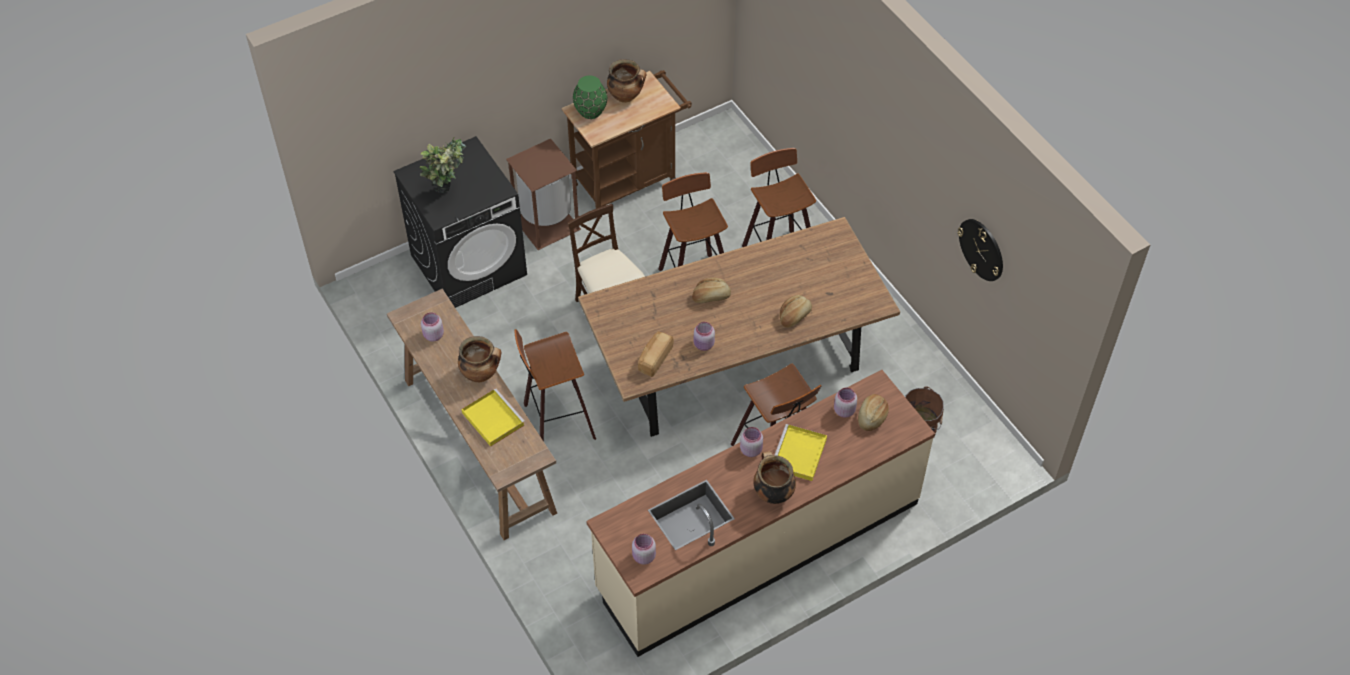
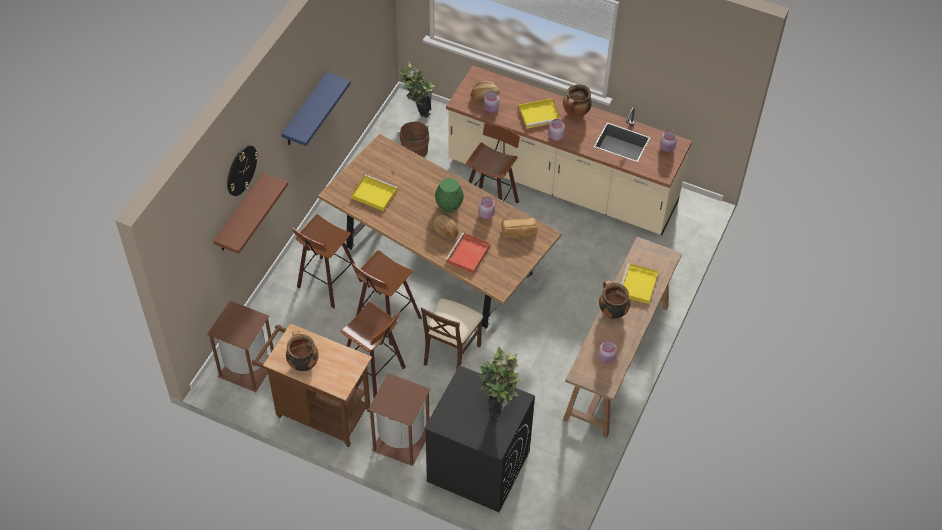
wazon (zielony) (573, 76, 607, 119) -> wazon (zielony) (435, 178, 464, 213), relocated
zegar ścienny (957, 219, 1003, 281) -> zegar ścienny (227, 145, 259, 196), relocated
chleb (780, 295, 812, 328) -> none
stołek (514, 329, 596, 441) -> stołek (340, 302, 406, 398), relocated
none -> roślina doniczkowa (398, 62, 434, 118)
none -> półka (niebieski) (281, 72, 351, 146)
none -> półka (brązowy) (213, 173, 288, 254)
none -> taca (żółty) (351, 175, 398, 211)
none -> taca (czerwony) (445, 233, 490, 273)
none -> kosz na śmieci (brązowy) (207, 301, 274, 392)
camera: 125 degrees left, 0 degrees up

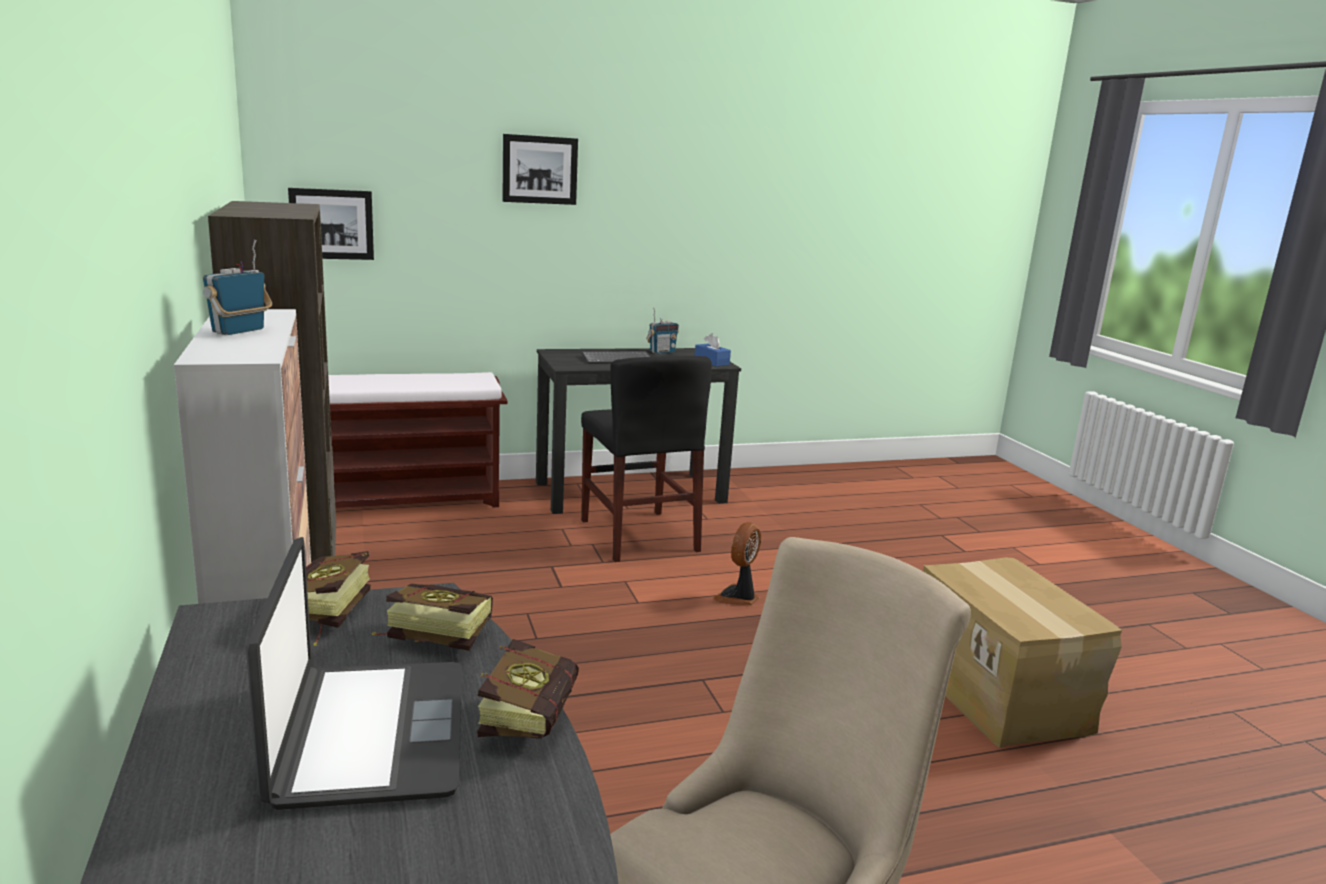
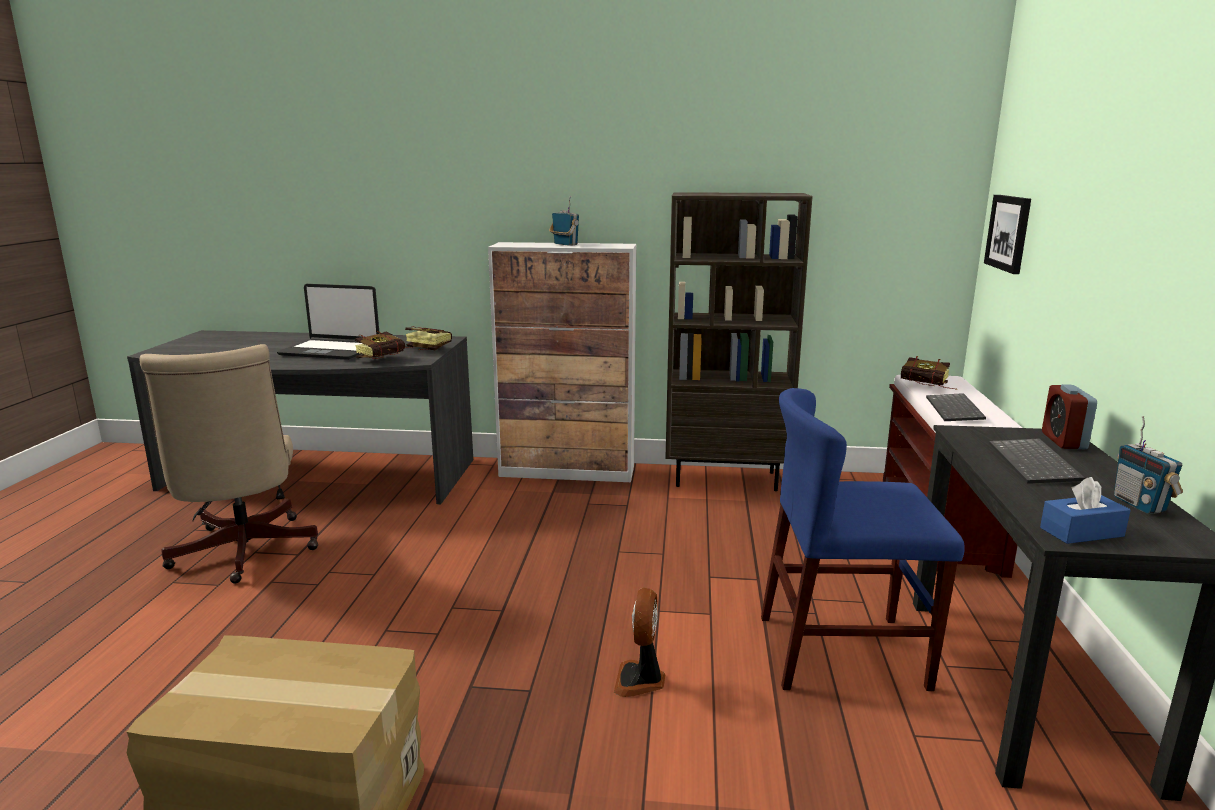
obraz (502, 134, 578, 205) -> none
krzesło (czarny) (581, 356, 712, 562) -> krzesło (niebieski) (761, 388, 965, 691)
wentylator (713, 522, 761, 605) -> wentylator (614, 588, 665, 697), 135 degrees counterclockwise
książka (477, 639, 579, 739) -> książka (901, 356, 957, 390), relocated
none -> budzik (1042, 384, 1097, 449)
none -> klawiatura (926, 393, 986, 421)
camera: 115 degrees right, 0 degrees up

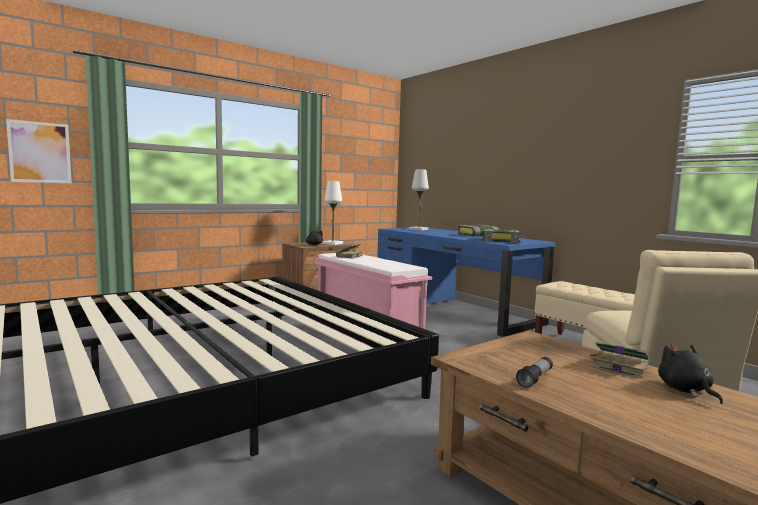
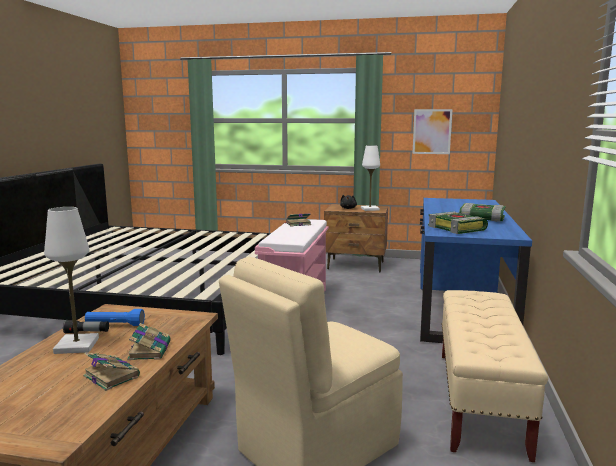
obraz (6, 119, 72, 183) -> obraz (413, 109, 452, 154), relocated
lampa stołowa (biały) (409, 169, 429, 231) -> lampa stołowa (biały) (44, 207, 99, 354), relocated
pluszak (czarny) (658, 344, 723, 404) -> książka (83, 352, 140, 391)
none -> latarka (niebieski) (85, 309, 145, 326)
camera: 50 degrees right, 5 degrees up

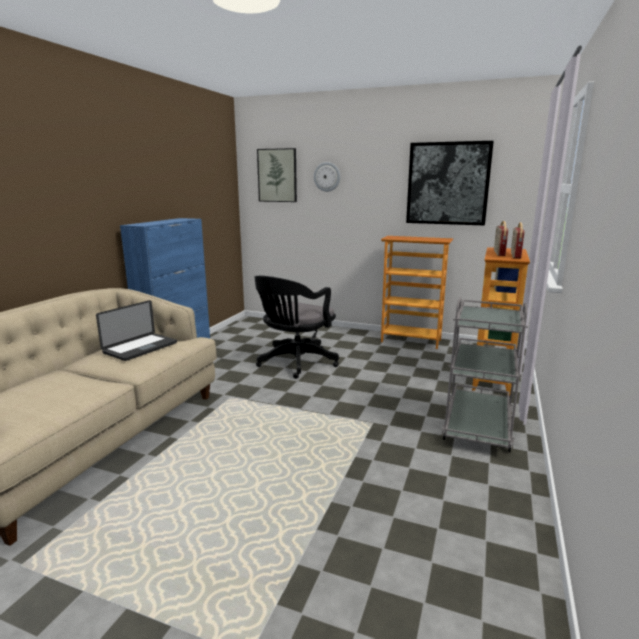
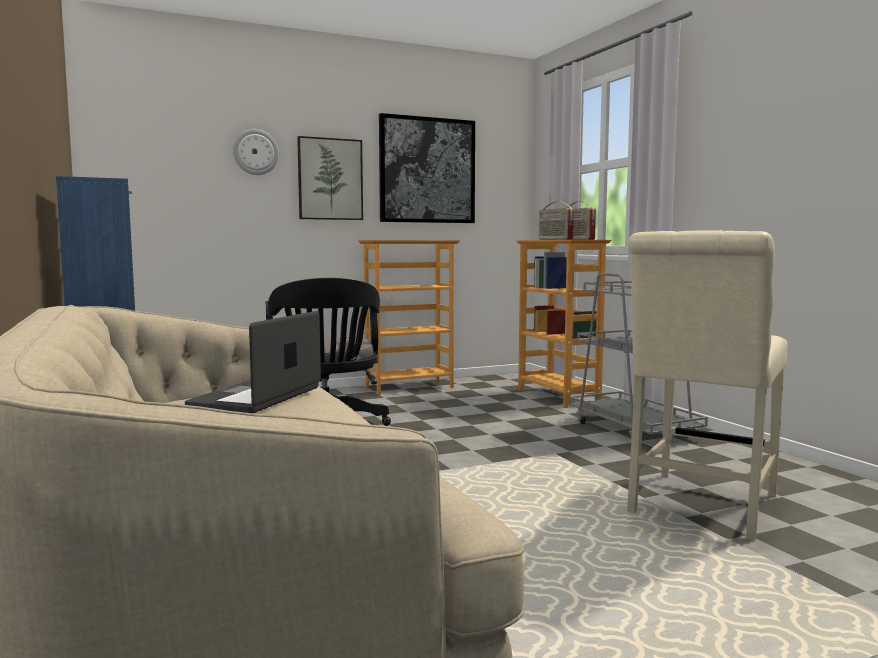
obraz (257, 148, 297, 202) -> obraz (297, 136, 363, 220), relocated
laptop (96, 300, 177, 361) -> laptop (185, 311, 321, 413), 150 degrees counterclockwise
none -> krzesło (beżowy) (627, 230, 788, 541)
camera: 45 degrees left, 10 degrees down

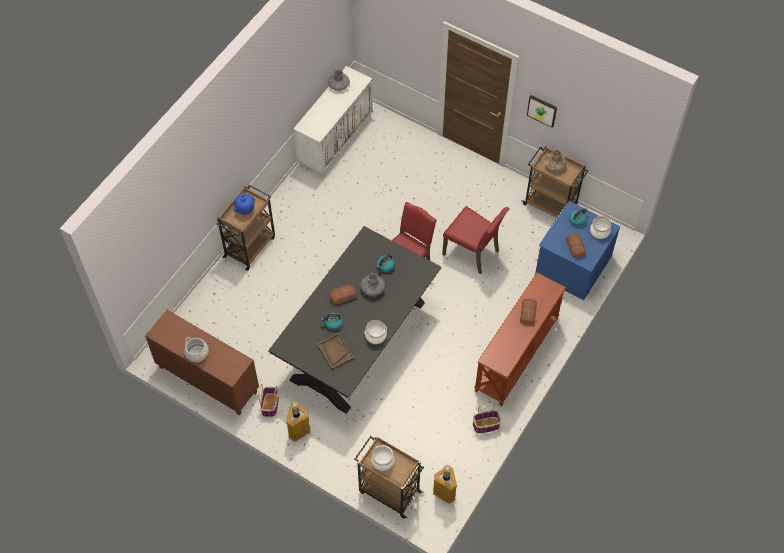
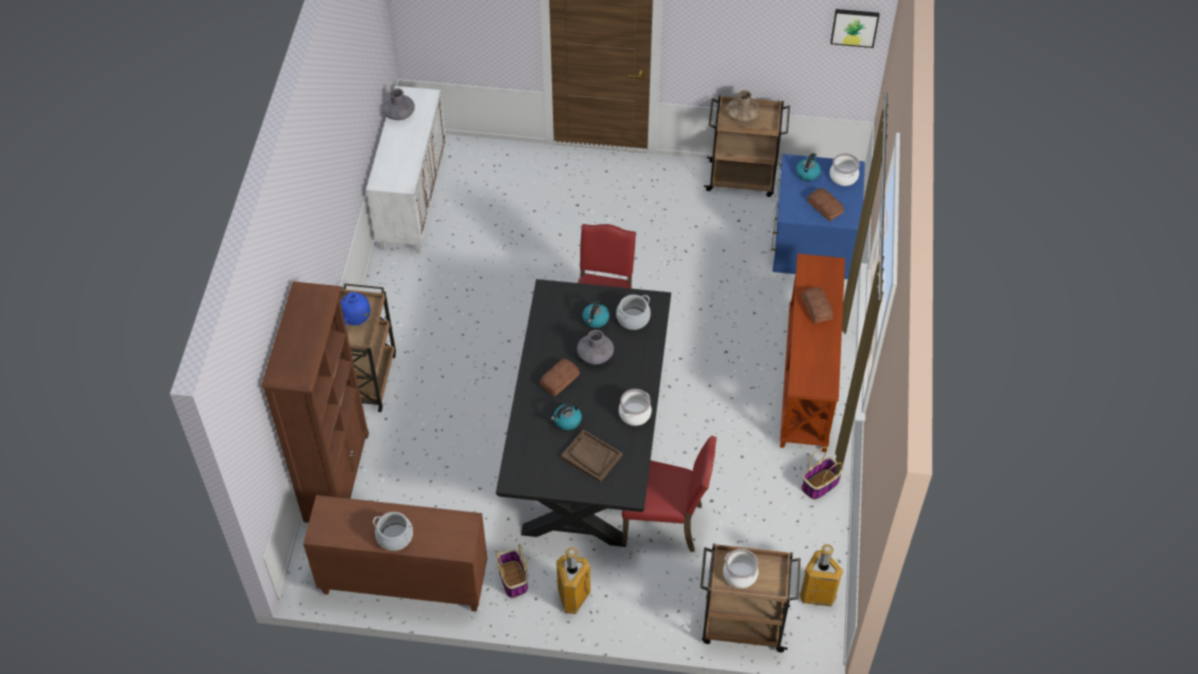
obraz (527, 95, 557, 128) -> obraz (831, 9, 880, 48), relocated
krzesło (czerwony) (442, 206, 509, 274) -> krzesło (czerwony) (622, 436, 717, 552), relocated
none -> regał (brązowy) (261, 282, 369, 523)
none -> garnek (616, 295, 651, 330)
camera: 25 degrees left, 5 degrees down

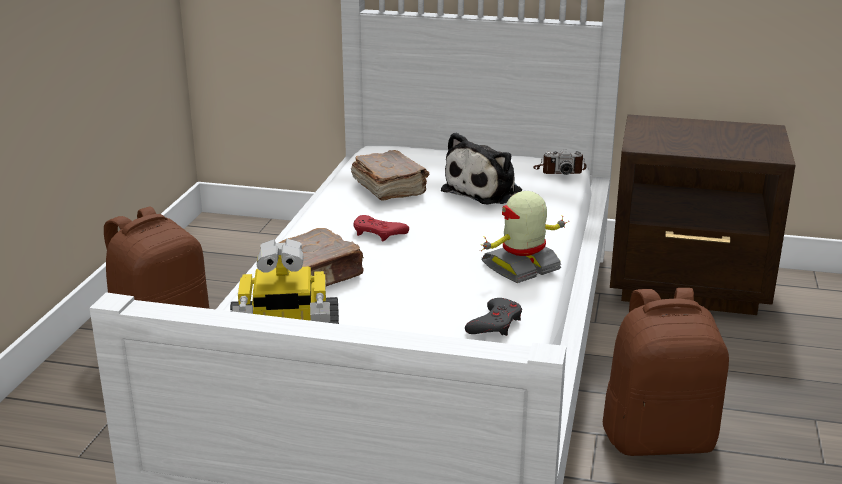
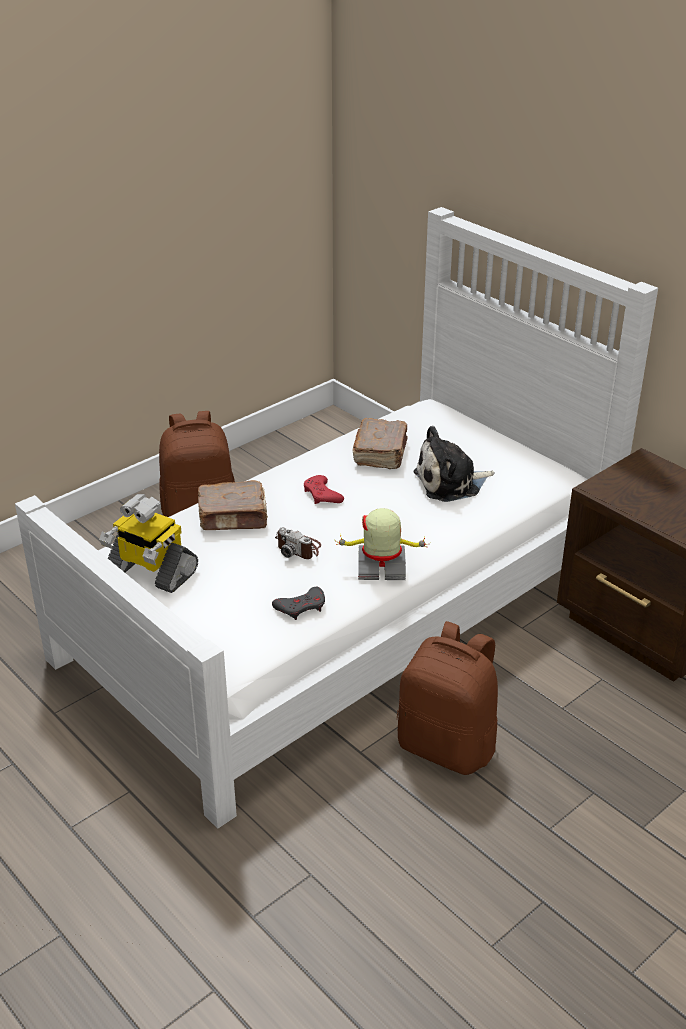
aparat fotograficzny (533, 149, 587, 175) -> aparat fotograficzny (275, 527, 321, 559), relocated
camera: 35 degrees right, 10 degrees up

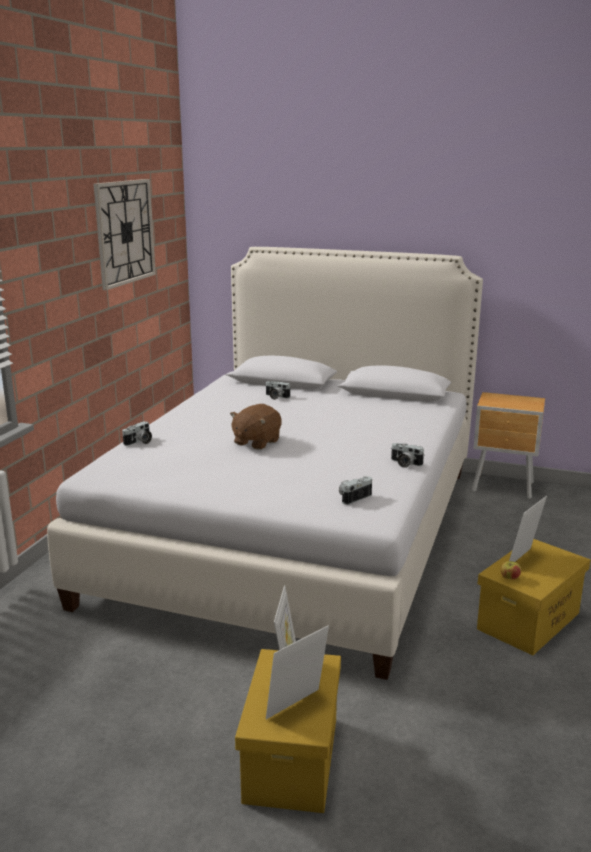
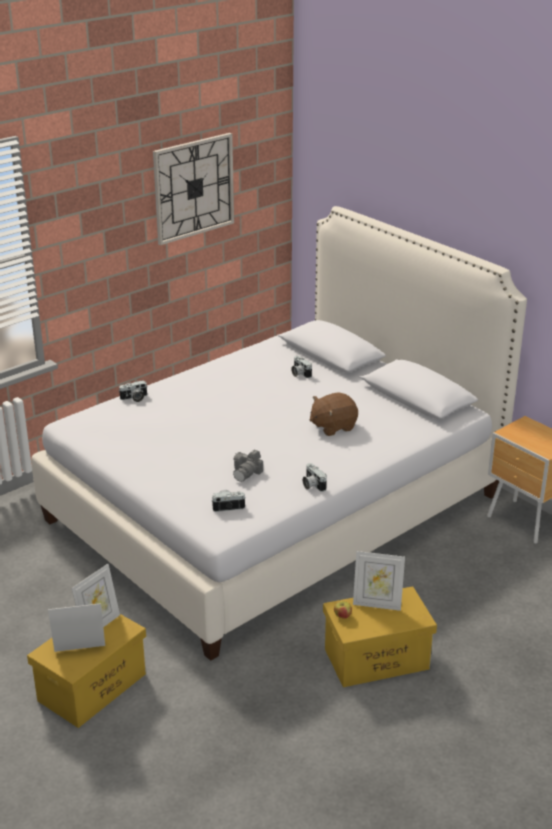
pluszak (brązowy) (230, 404, 282, 450) -> pluszak (brązowy) (310, 392, 358, 436), relocated
ramka na zdjęcie (509, 496, 547, 562) -> ramka na zdjęcie (353, 551, 405, 611), 150 degrees counterclockwise
none -> aparat fotograficzny (233, 450, 263, 482)
camera: 30 degrees right, 10 degrees up

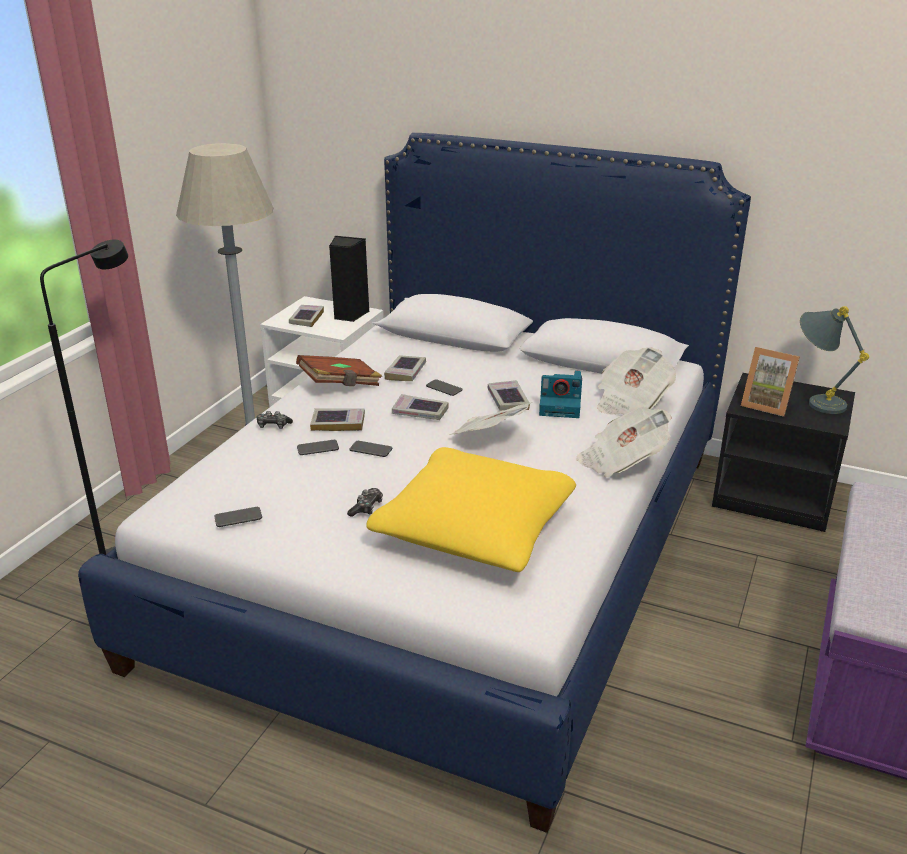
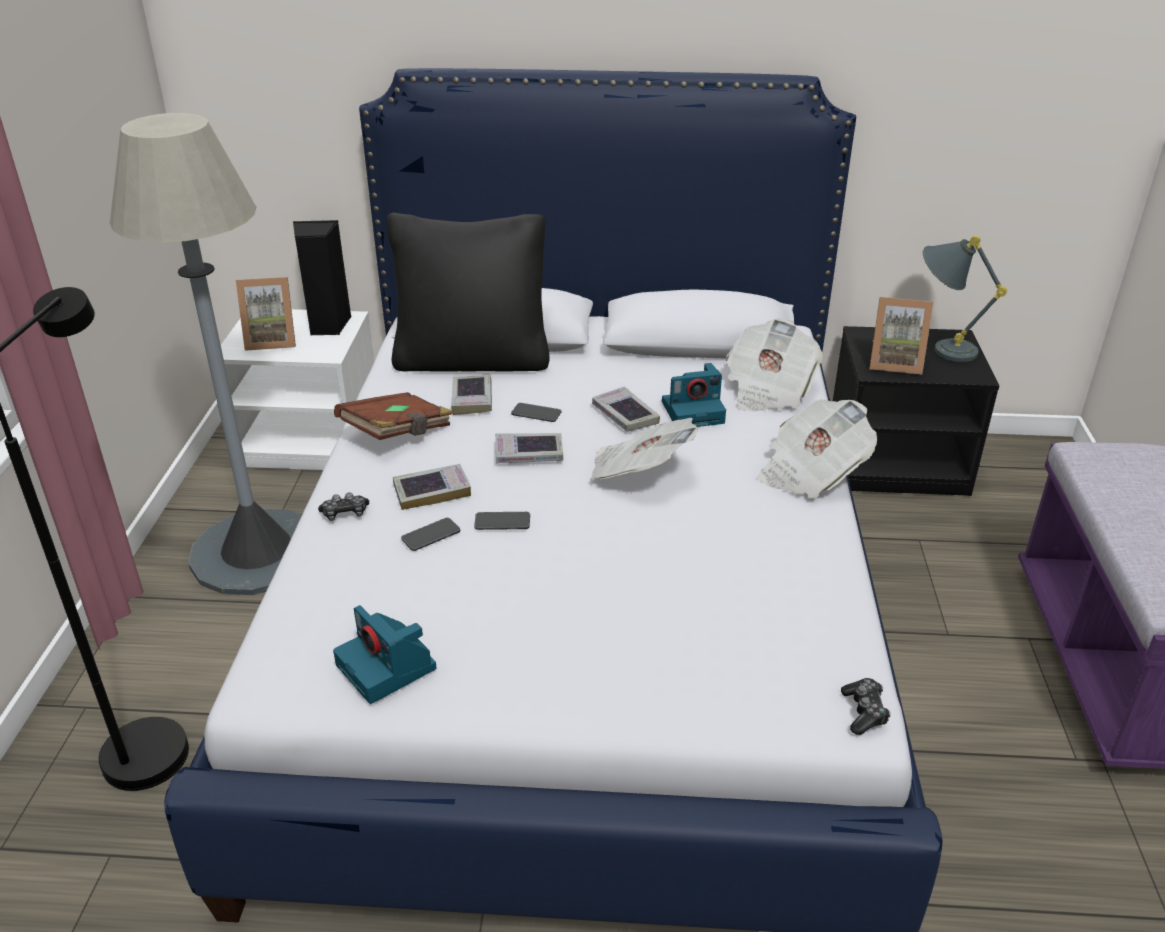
książka (289, 305, 324, 327) -> ramka na zdjęcie (236, 277, 296, 351)
poduszka (żółty) (366, 447, 576, 572) -> none
pad do gier (347, 488, 383, 517) -> pad do gier (841, 678, 891, 735), relocated
telefon (214, 507, 262, 527) -> aparat fotograficzny (333, 605, 436, 704)
none -> poduszka (czarny) (387, 213, 550, 372)
camera: 20 degrees left, 5 degrees up

